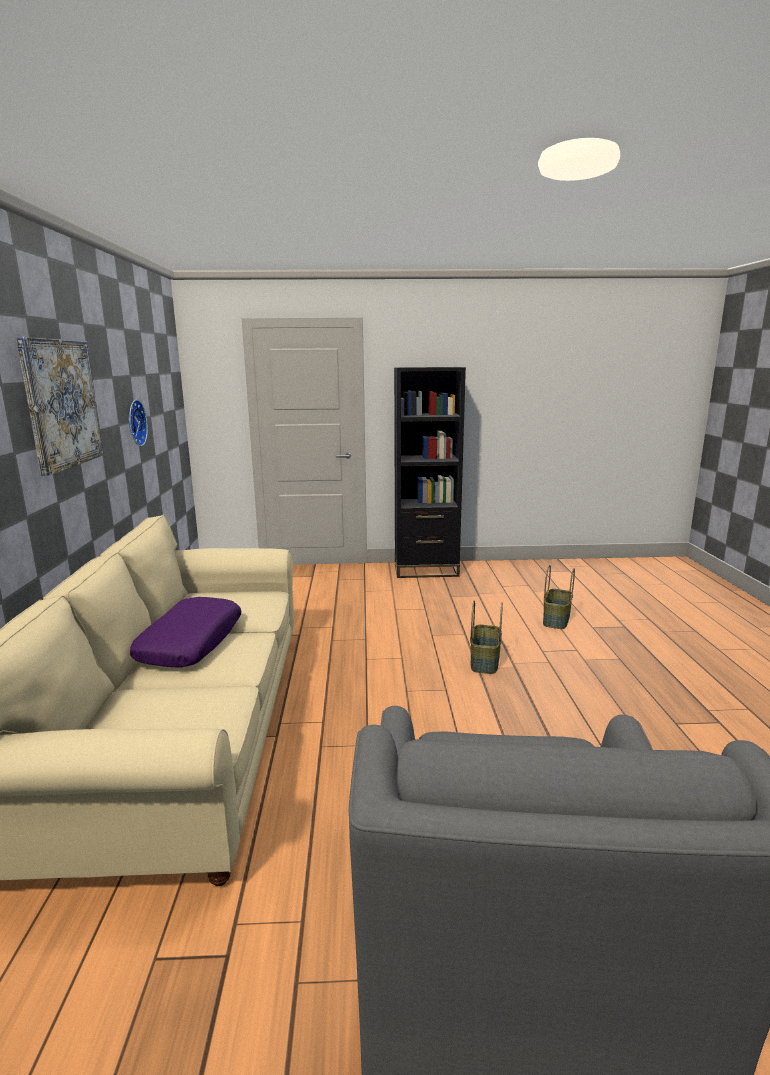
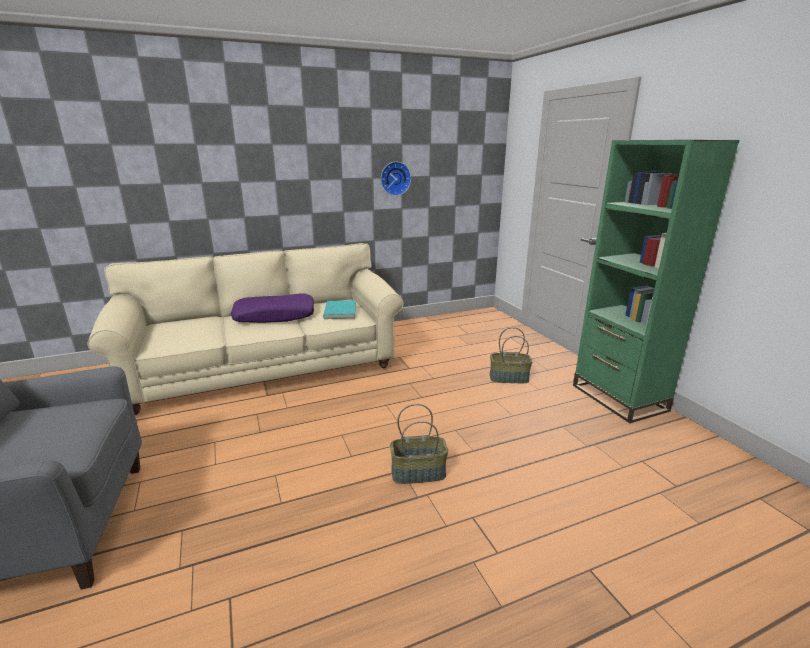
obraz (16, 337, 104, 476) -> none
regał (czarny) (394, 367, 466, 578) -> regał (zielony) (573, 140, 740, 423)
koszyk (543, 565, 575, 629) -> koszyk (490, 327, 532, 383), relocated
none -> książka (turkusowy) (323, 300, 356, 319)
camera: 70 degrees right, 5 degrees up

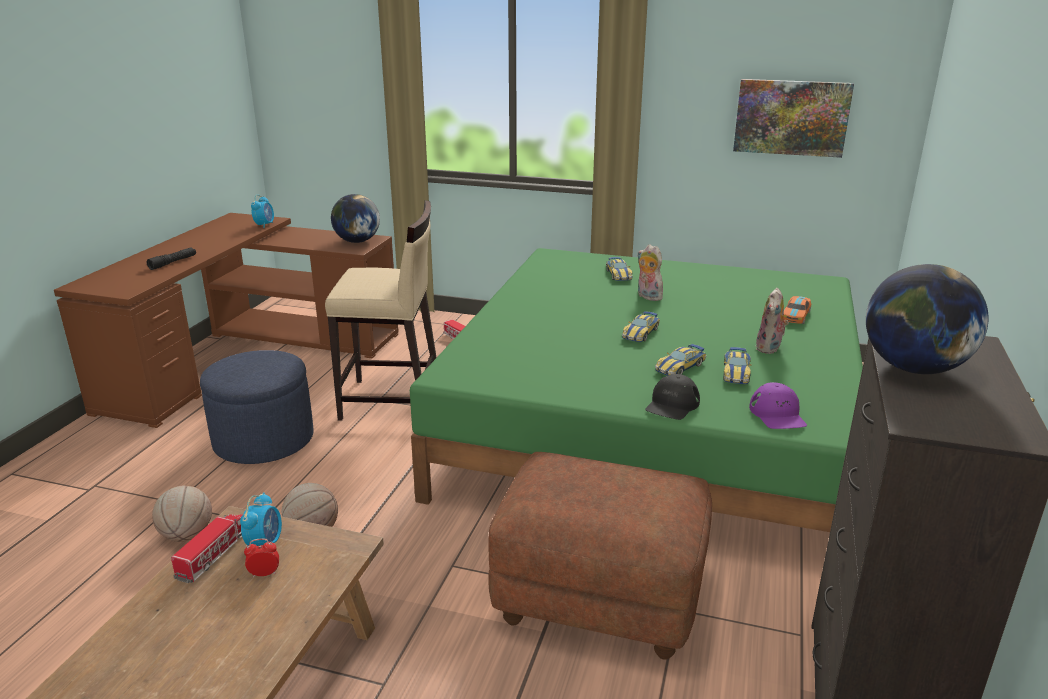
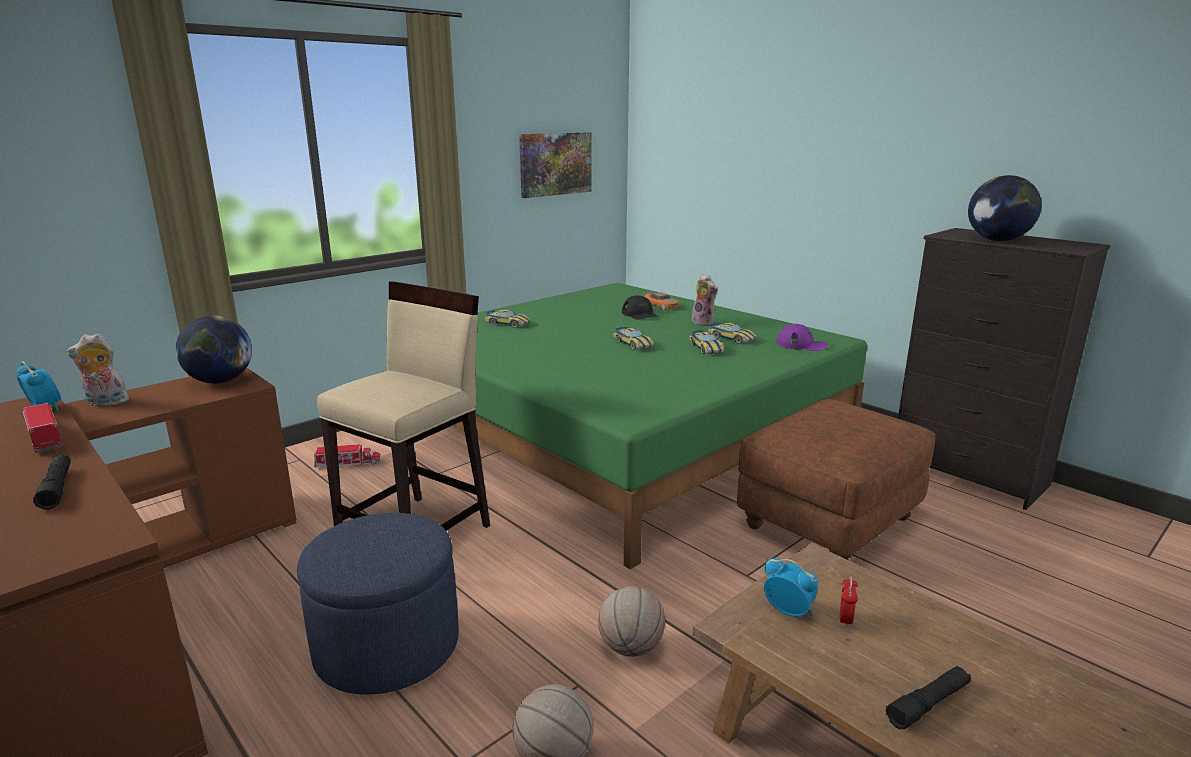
pluszak (637, 244, 663, 301) -> pluszak (67, 333, 129, 407), relocated
czapka z daszkiem (czarny) (645, 374, 700, 420) -> czapka z daszkiem (czarny) (622, 295, 658, 320), relocated
ciężarówka zabawkowa (171, 514, 242, 583) -> ciężarówka zabawkowa (22, 402, 63, 453), relocated
none -> latarka (czarny) (886, 666, 971, 729)
camera: 60 degrees left, 5 degrees down

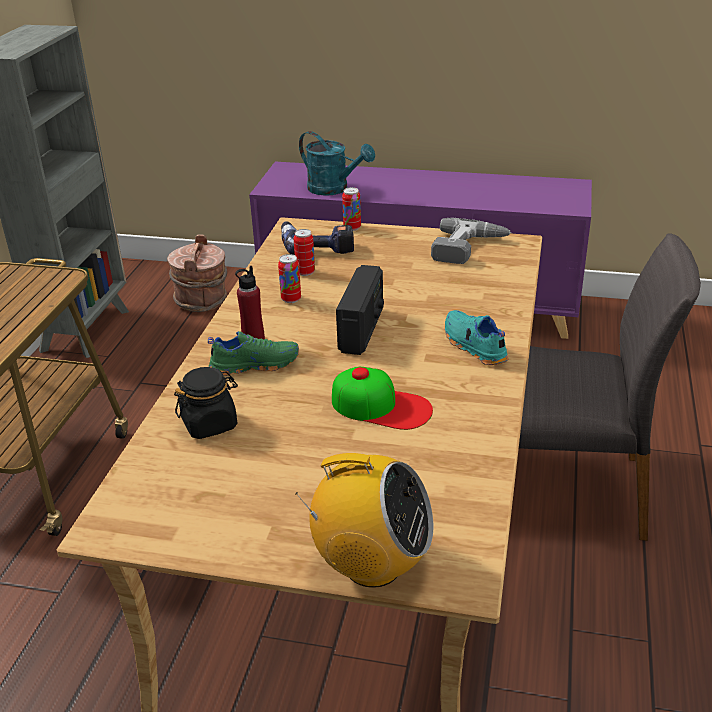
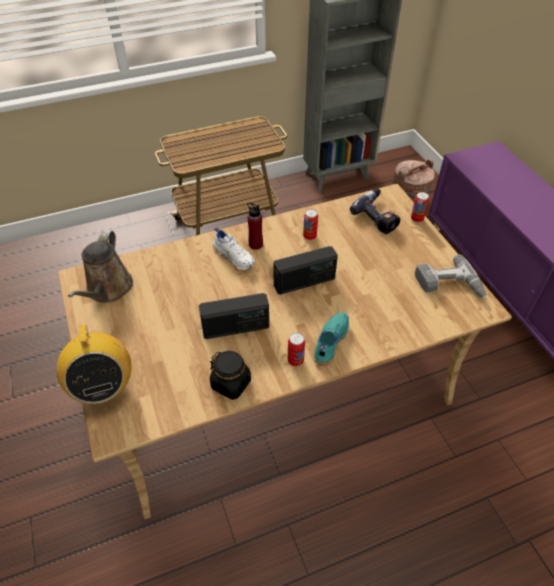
konewka (turkusowy) (299, 131, 375, 196) -> none
puszka (294, 229, 315, 276) -> puszka (288, 333, 305, 366), relocated
krzesło (szary) (519, 233, 701, 541) -> none
but (zielony) (208, 331, 299, 376) -> but (biały) (213, 227, 255, 270)
słoik (czarny) (174, 367, 238, 439) -> słoik (czarny) (210, 351, 251, 400), relocated
czapka z daszkiem (332, 367, 433, 430) -> radio (199, 293, 269, 339)
none -> konewka (brązowy) (68, 230, 133, 303)
camera: 55 degrees right, 15 degrees up

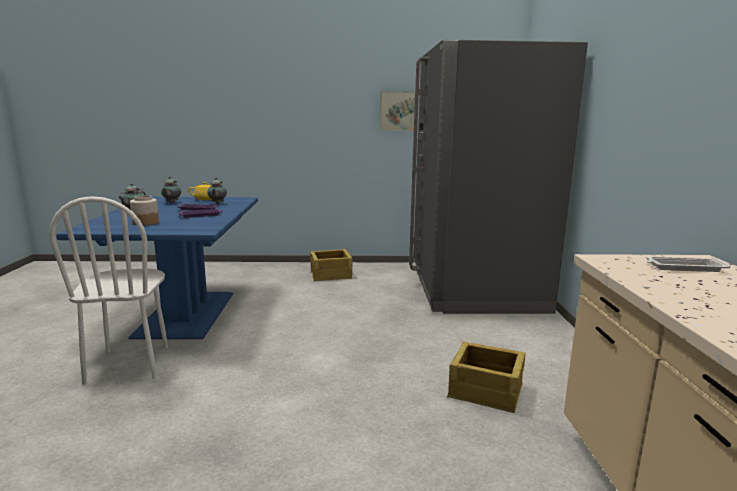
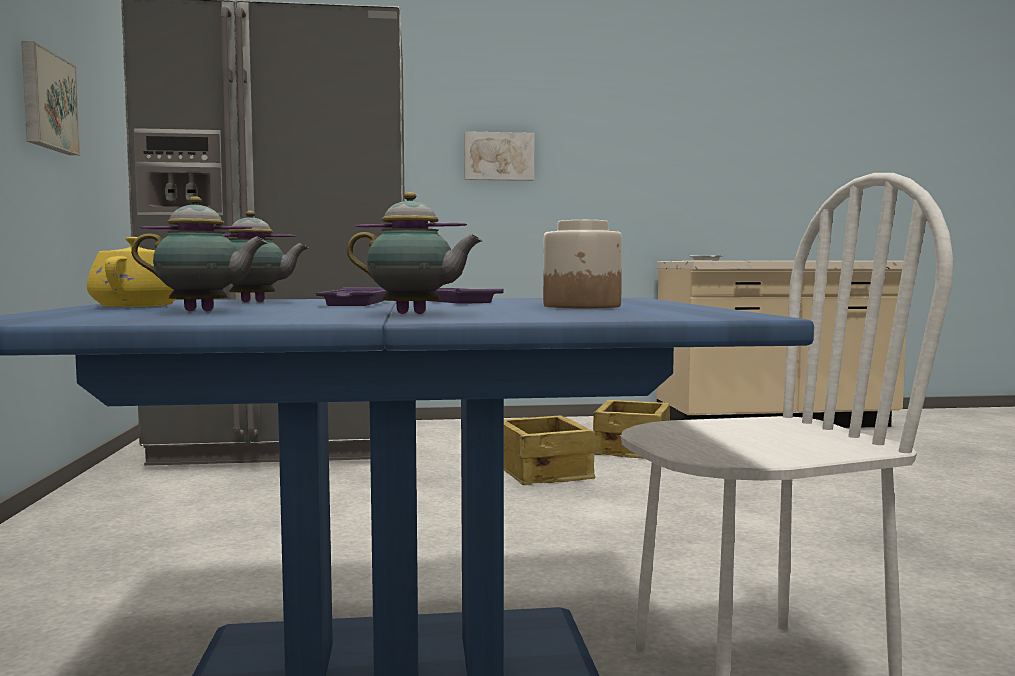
skrzynka (310, 249, 352, 281) -> skrzynka (504, 415, 595, 485), relocated
none -> obraz (464, 131, 534, 181)
camera: 95 degrees left, 10 degrees down

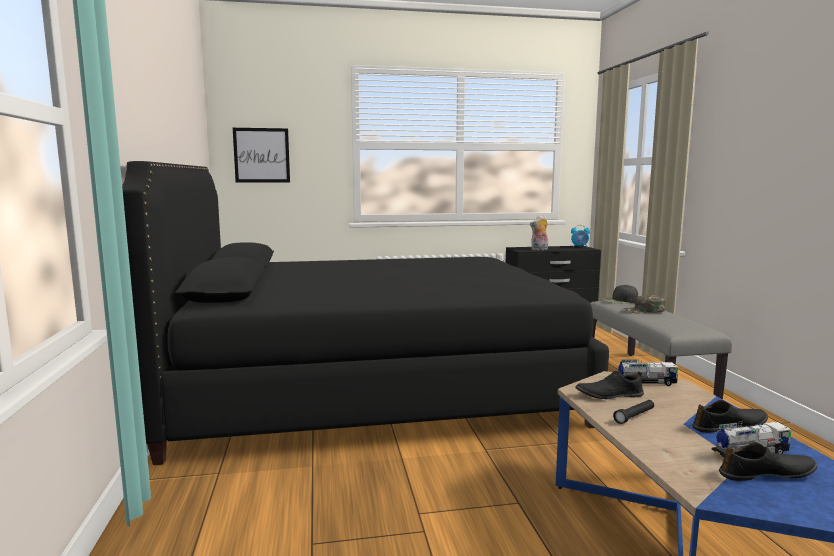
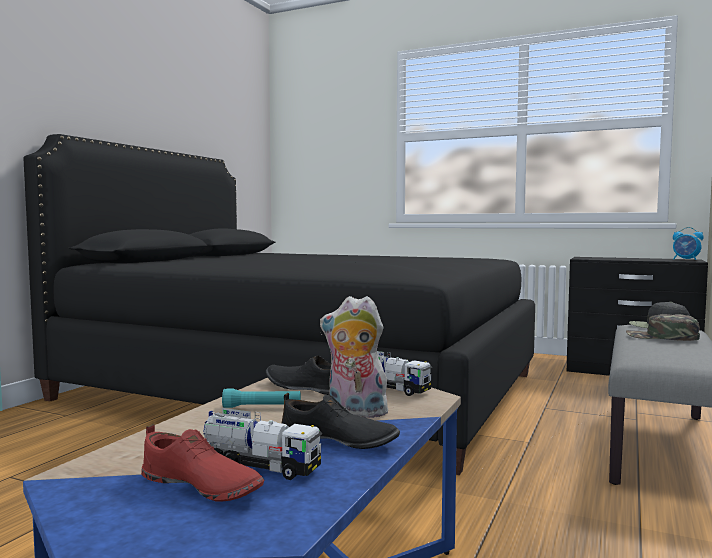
obraz (233, 128, 290, 182) -> none
pluszak (530, 215, 548, 250) -> pluszak (320, 296, 392, 418), relocated
latarka (czarny) (613, 400, 654, 424) -> latarka (turkusowy) (222, 389, 301, 408)
but (czarny) (719, 442, 818, 481) -> but (czerwony) (141, 424, 264, 501)
camera: 35 degrees right, 5 degrees down

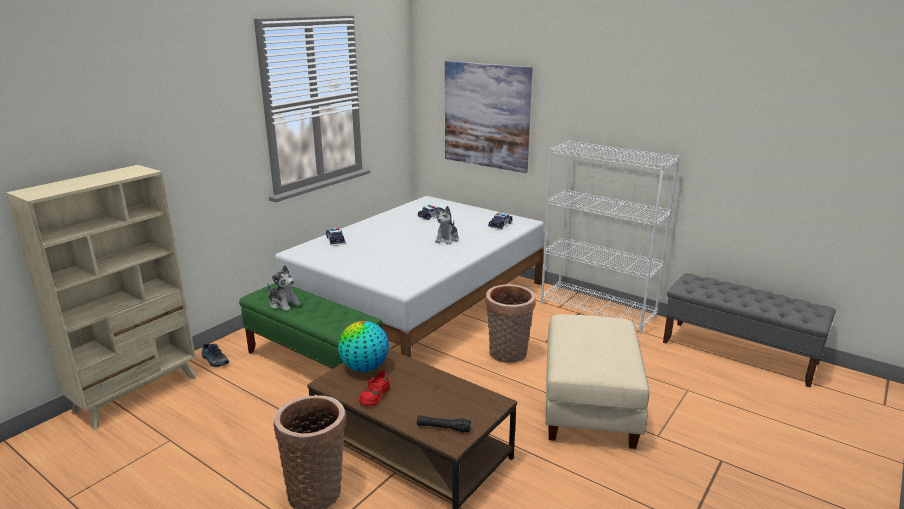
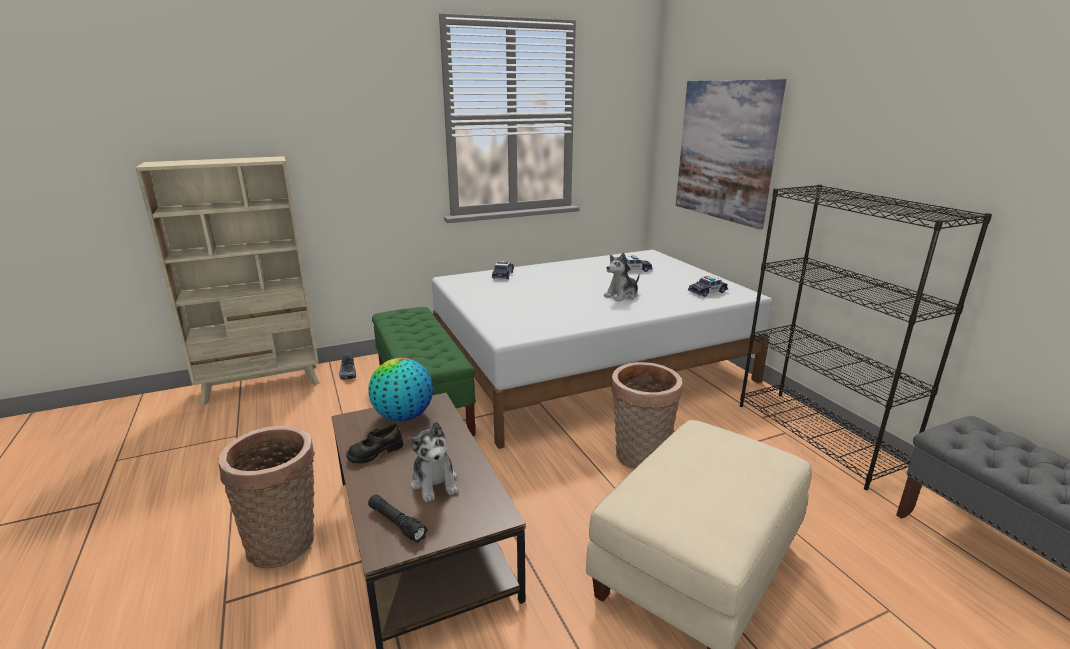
regał (biały) (541, 140, 679, 334) -> regał (czarny) (740, 184, 992, 490)
pluszak (268, 265, 301, 311) -> pluszak (407, 422, 458, 502), relocated
but (czerwony) (358, 370, 390, 406) -> but (czarny) (346, 423, 403, 463)
camera: 30 degrees right, 0 degrees up

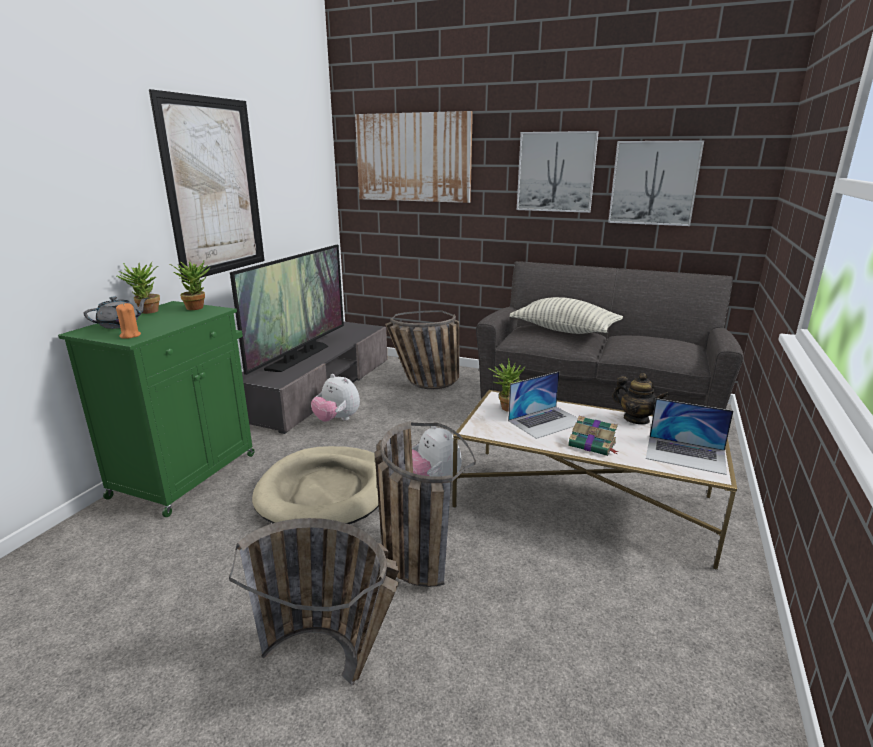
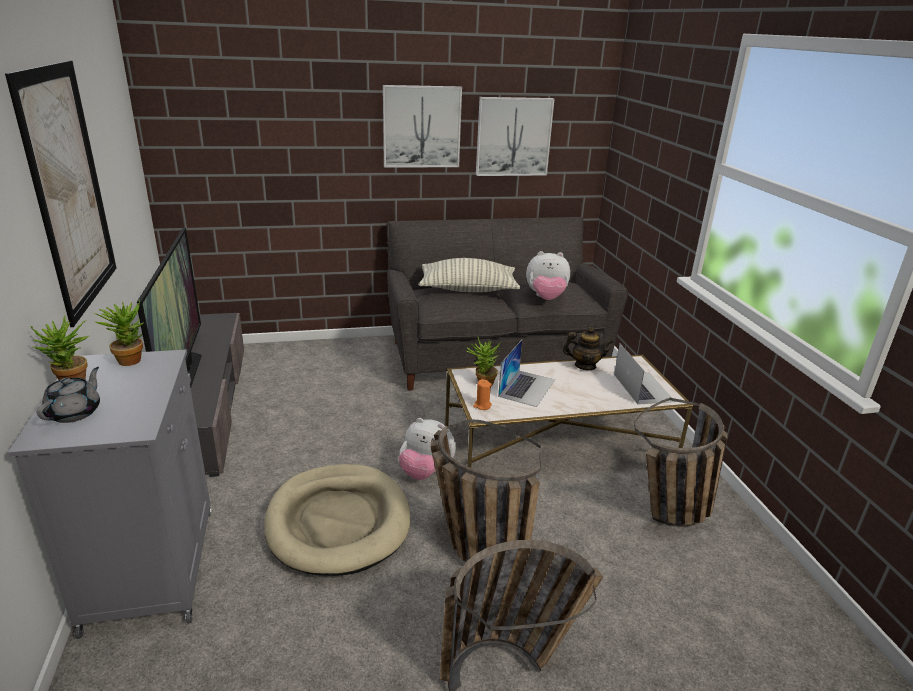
obraz (355, 111, 473, 203) -> none
szafka (zielony) (58, 301, 255, 517) -> szafka (szary) (7, 350, 211, 639)
świeca (pomarańczowy) (116, 303, 141, 338) -> świeca (pomarańczowy) (473, 379, 492, 410), relocated
koszyk (385, 310, 459, 389) -> koszyk (634, 398, 727, 527), relocated
pluszak (311, 374, 360, 422) -> pluszak (526, 251, 570, 300), relocated
laptop (646, 398, 733, 475) -> laptop (614, 343, 675, 405), 90 degrees counterclockwise
książka (569, 416, 619, 456) -> none
camera: 35 degrees left, 5 degrees up

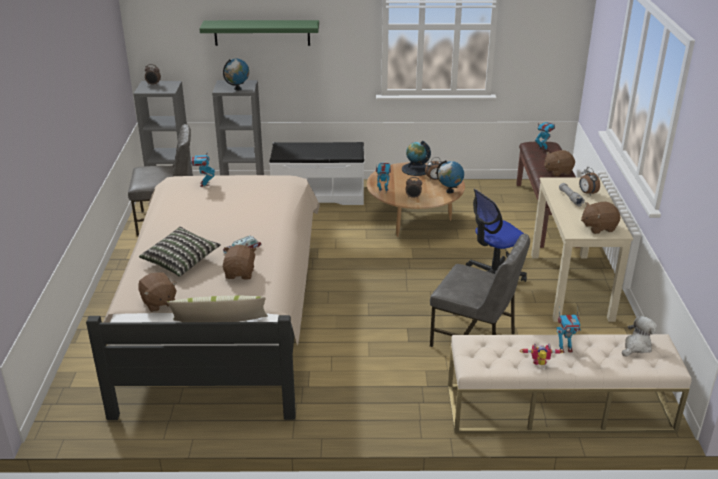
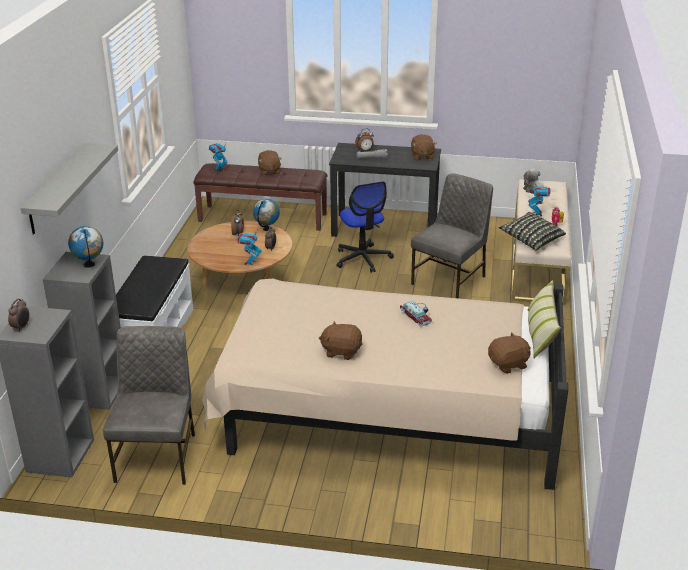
półka (zielony) (199, 20, 319, 46) -> półka (szary) (21, 143, 118, 234)
globus (402, 141, 431, 176) -> none
robot zabawkowy (191, 150, 215, 187) -> none
biurko (beżowy) (531, 177, 633, 322) -> biurko (czarny) (329, 143, 441, 237)
poduszka (139, 226, 221, 277) -> poduszka (499, 212, 566, 251), relocated
pluszak (brązowy) (223, 245, 256, 280) -> pluszak (brązowy) (319, 321, 363, 360), relocated
camera: 80 degrees left, 0 degrees up

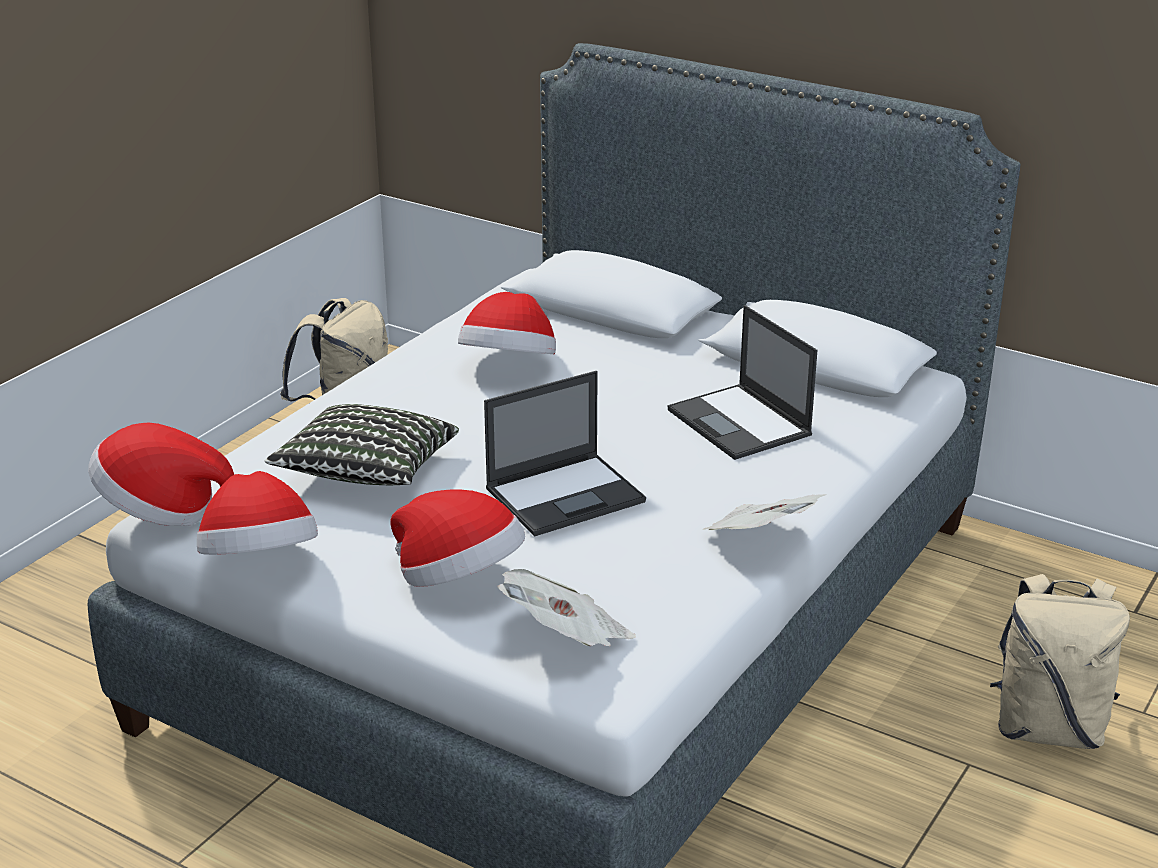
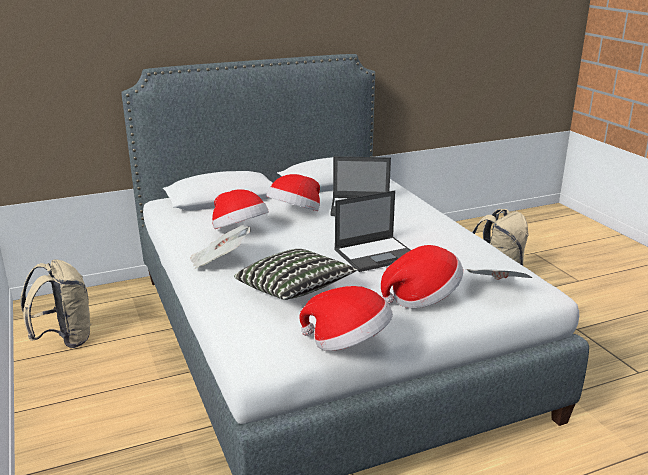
laptop (484, 371, 646, 537) -> laptop (334, 190, 410, 272), 60 degrees clockwise
kapelusz (88, 423, 234, 526) -> kapelusz (266, 174, 320, 211), relocated
gazeta (702, 494, 827, 530) -> gazeta (190, 225, 251, 269), relocated
camera: 55 degrees left, 5 degrees down

